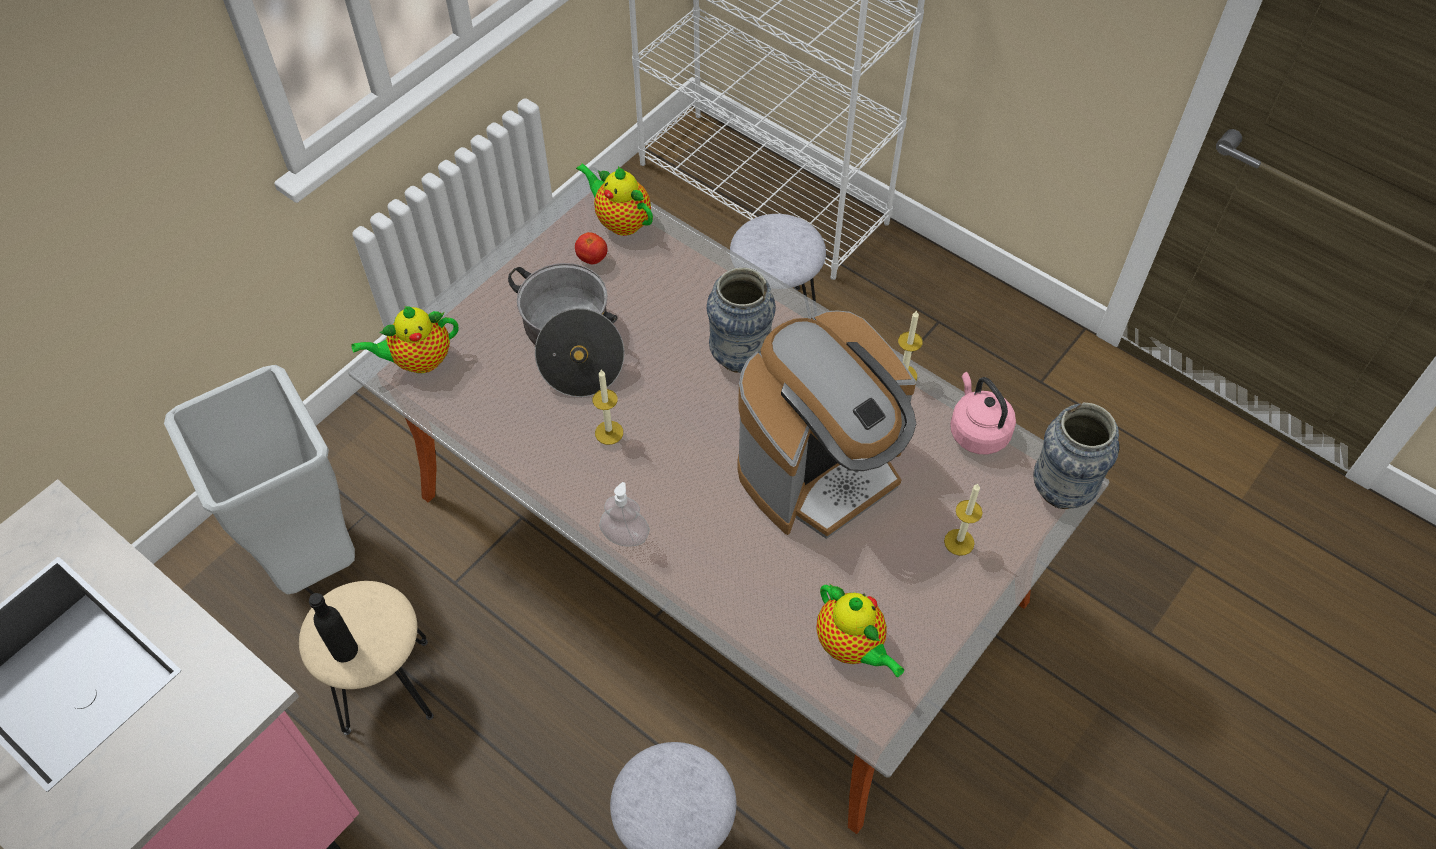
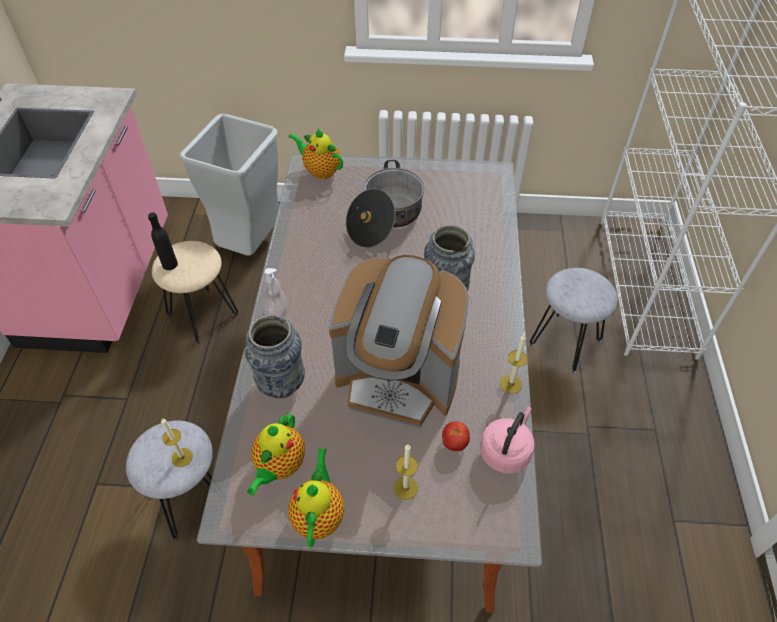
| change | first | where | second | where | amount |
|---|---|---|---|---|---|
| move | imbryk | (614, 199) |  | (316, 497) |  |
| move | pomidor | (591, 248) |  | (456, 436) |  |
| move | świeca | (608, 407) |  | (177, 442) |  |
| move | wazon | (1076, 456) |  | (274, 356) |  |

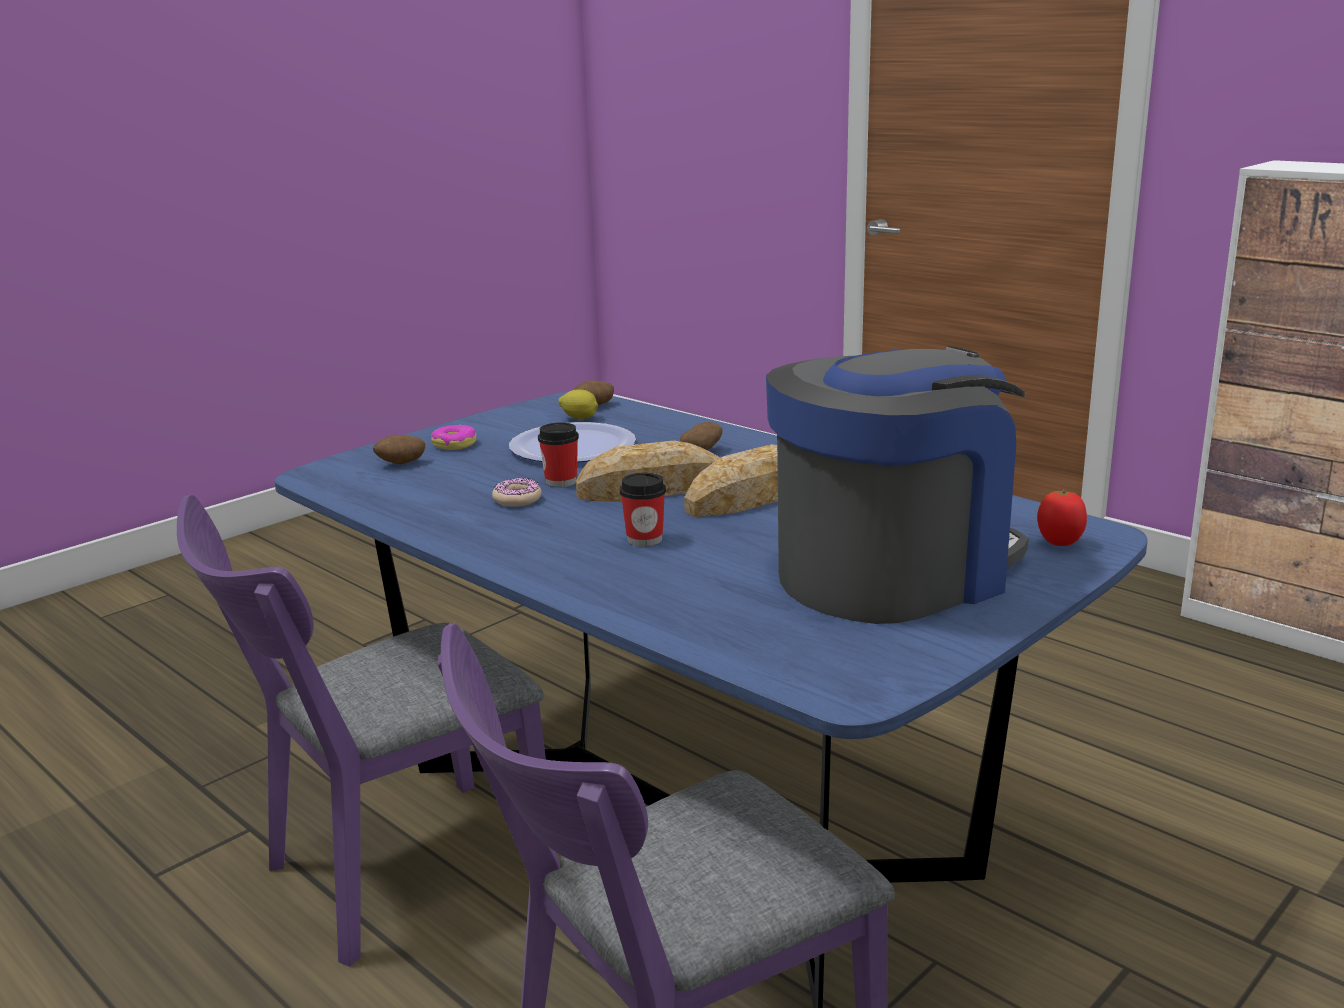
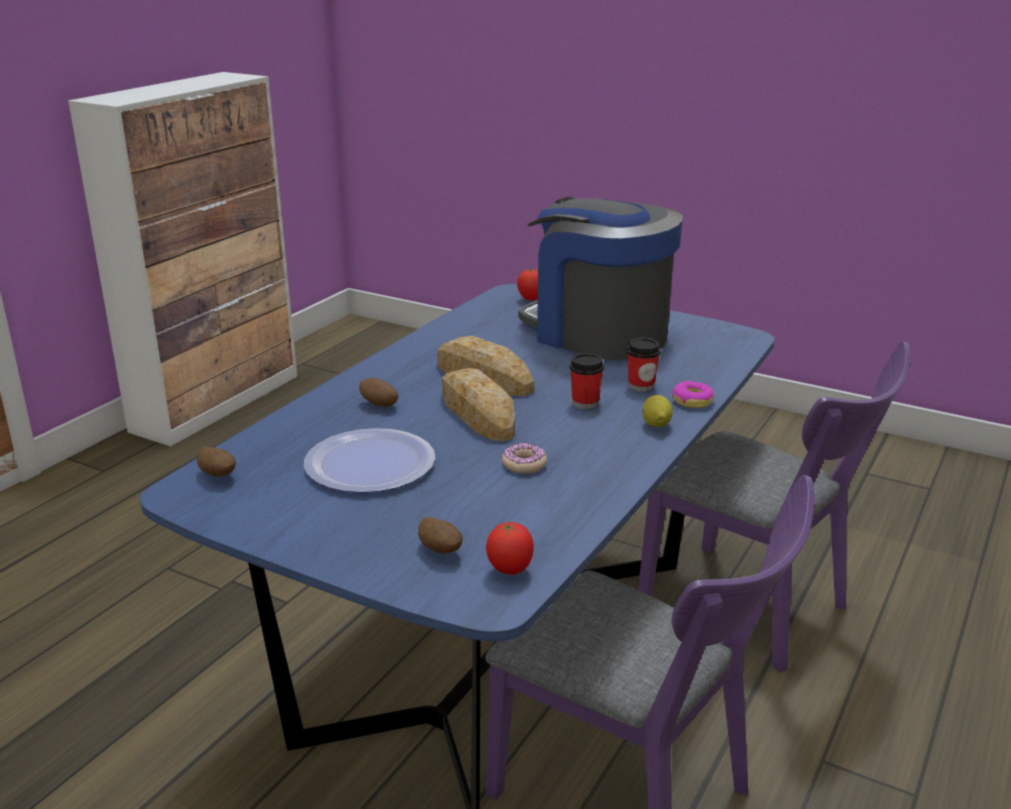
| change | first | where | second | where | amount |
|---|---|---|---|---|---|
| move | cytryna | (578, 404) |  | (657, 411) |  |
| move | filiżanka | (558, 454) |  | (644, 365) |  |
| move | donut | (453, 437) |  | (693, 394) |  |
| insert |  |  | pomidor | (510, 548) |  |

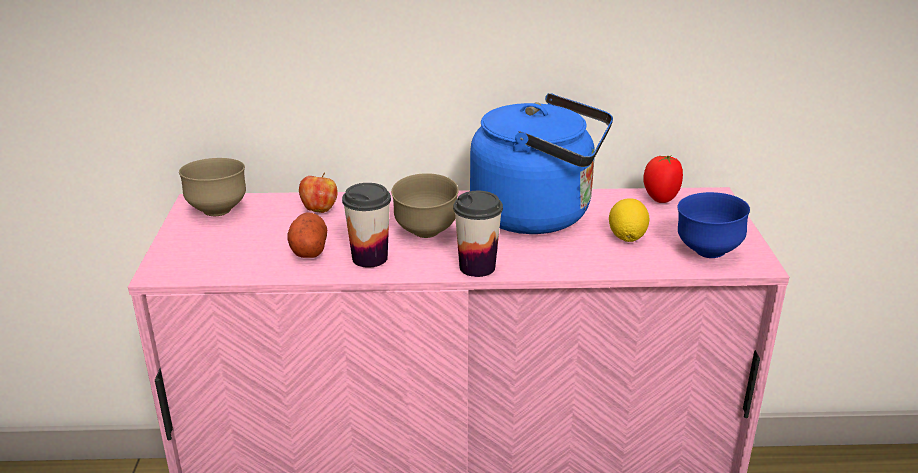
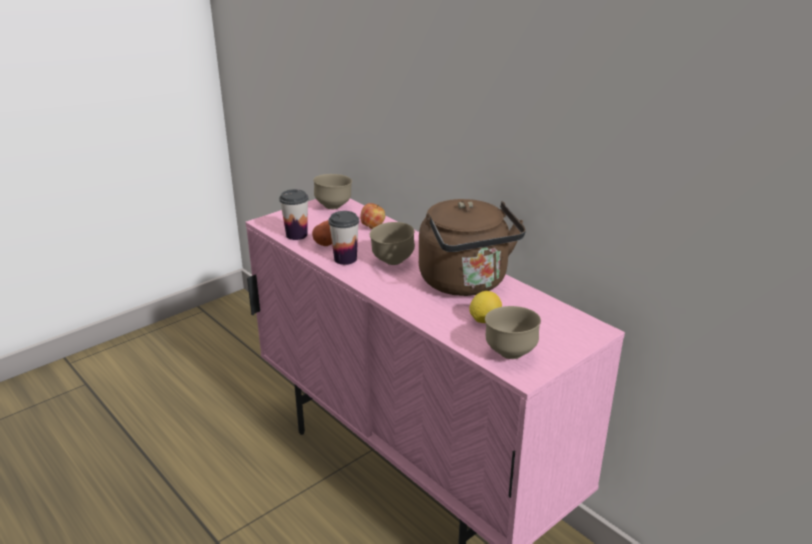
| change | first | where | second | where | amount |
|---|---|---|---|---|---|
| recolor | czajnik (niebieski) | (541, 163) | czajnik (brązowy) | (472, 247) |  |
| delete | pomidor | (663, 179) |  |  |  |
| move | filiżanka | (478, 234) |  | (294, 214) |  |
| recolor | miska (niebieski) | (713, 225) | miska (brązowy) | (513, 332) |  |

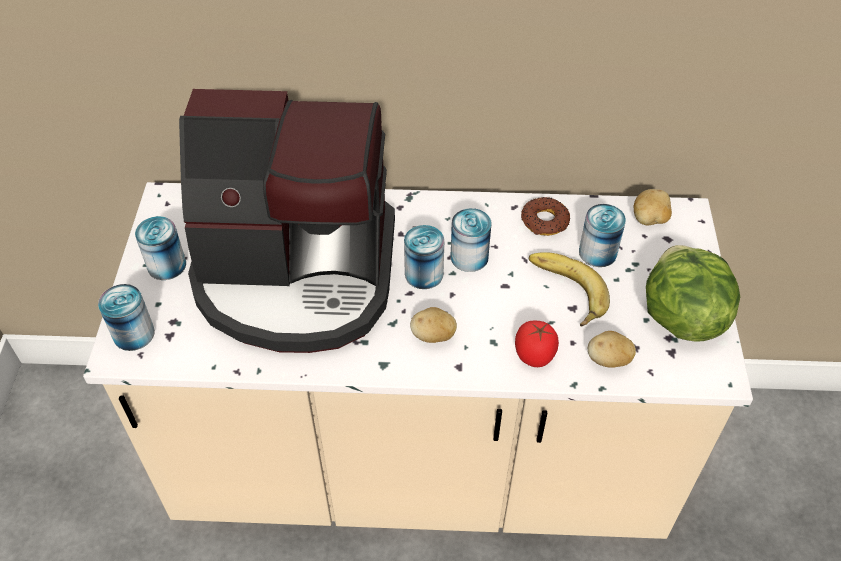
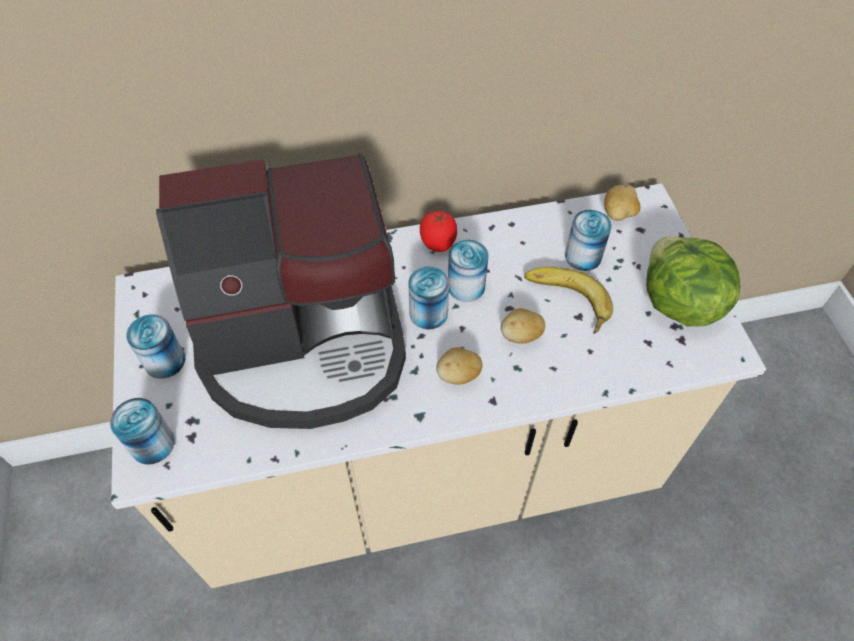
| change | first | where | second | where | amount |
|---|---|---|---|---|---|
| delete | donut | (545, 216) |  |  |  |
| move | pomidor | (537, 344) |  | (438, 231) |  |
| move | ziemniak | (612, 349) |  | (523, 326) |  |

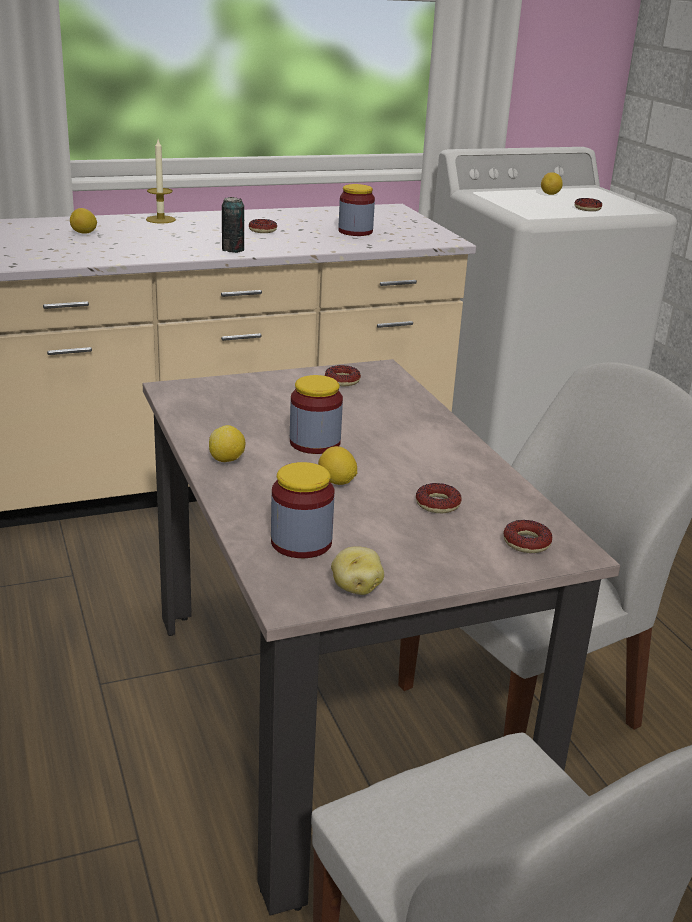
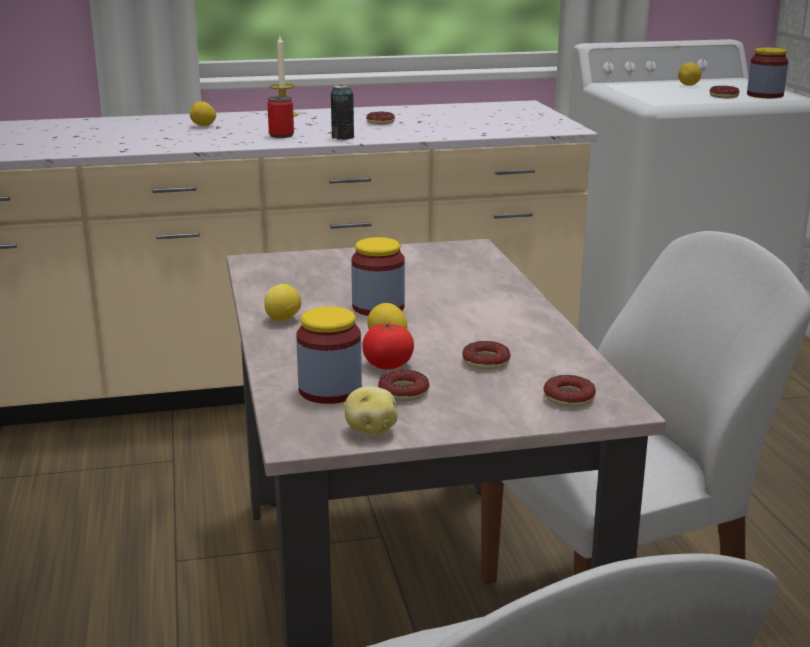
| change | first | where | second | where | amount |
|---|---|---|---|---|---|
| move | słoik | (356, 210) |  | (767, 72) |  |
| move | donut | (343, 375) |  | (403, 386) |  |
| insert |  |  | puszka | (280, 117) |  |
| insert |  |  | pomidor | (388, 346) |  |

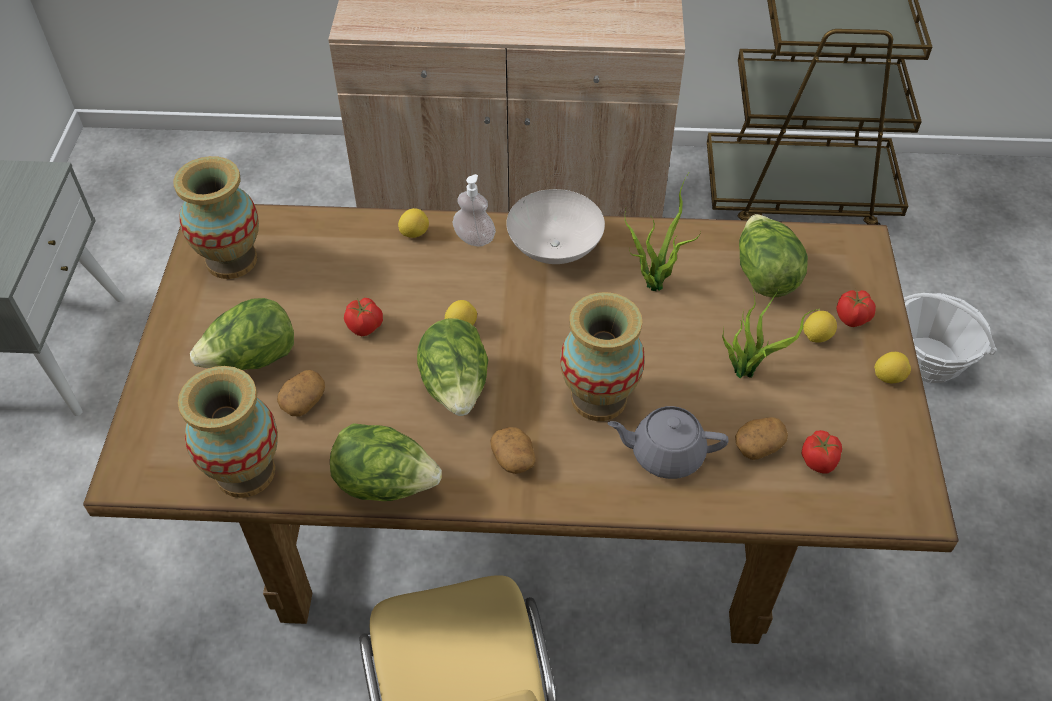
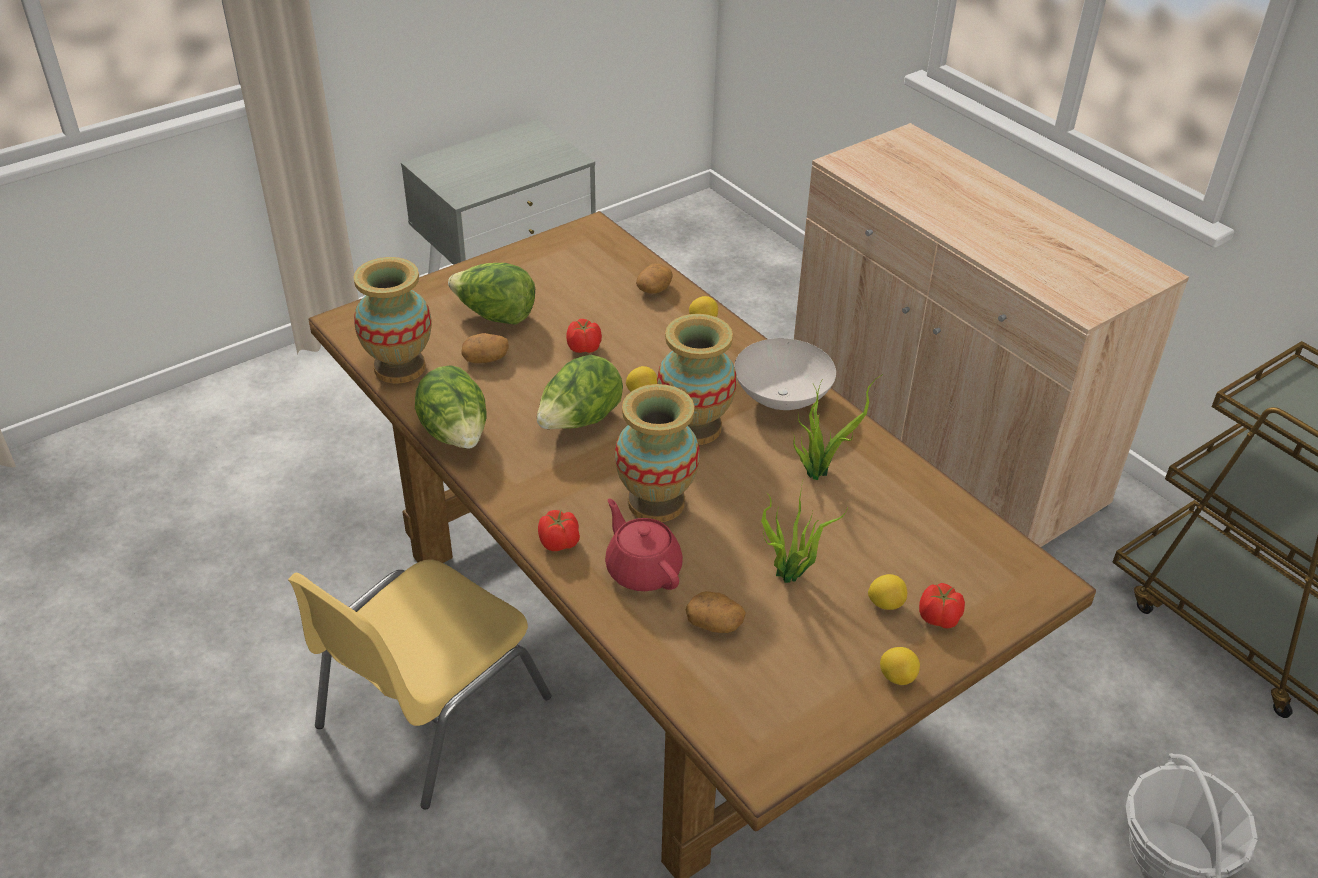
| change | first | where | second | where | amount |
|---|---|---|---|---|---|
| move | wazon | (216, 217) |  | (697, 379) |  |
| delete | dozownik mydła | (474, 210) |  |  |  |
| delete | sałata | (773, 255) |  |  |  |
| recolor | imbryk (szary) | (668, 442) | imbryk (czerwony) | (644, 544) |  |
| move | ziemniak | (512, 450) |  | (654, 279) |  |
| move | pomidor | (822, 451) |  | (559, 530) |  |

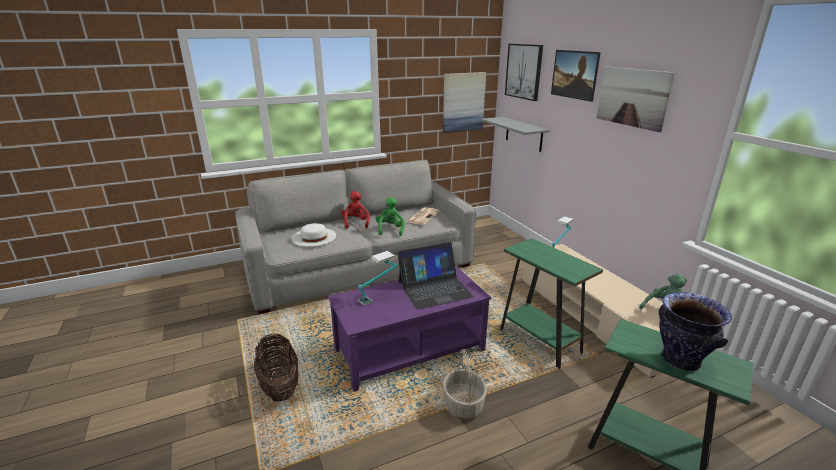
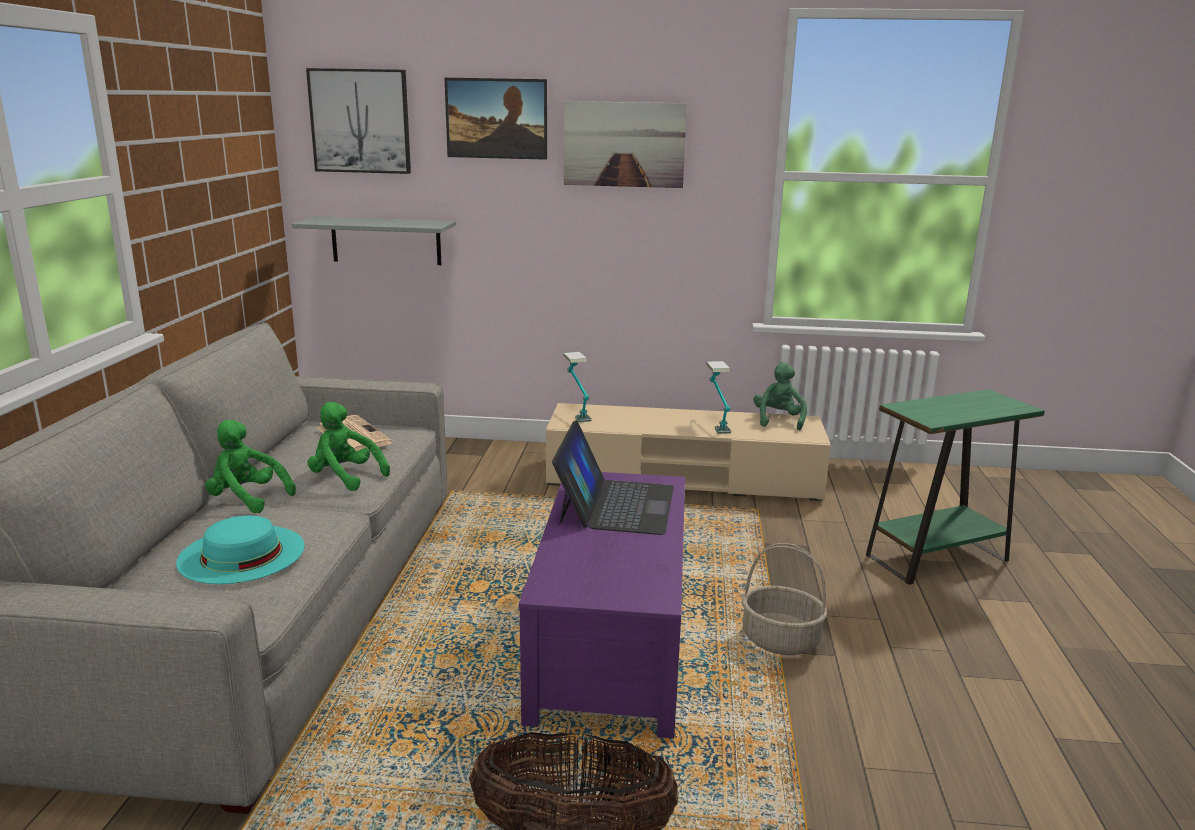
| change | first | where | second | where | amount |
|---|---|---|---|---|---|
| delete | obraz | (464, 102) |  |  |  |
| recolor | pluszak (czerwony) | (355, 210) | pluszak (zielony) | (250, 466) |  |
| recolor | kapelusz (biały) | (313, 235) | kapelusz (turkusowy) | (240, 549) |  |
| delete | stolik (zielony) | (551, 303) |  |  |  |
| move | lampa stołowa | (378, 278) |  | (718, 397) |  |
| delete | wazon | (695, 331) |  |  |  |

